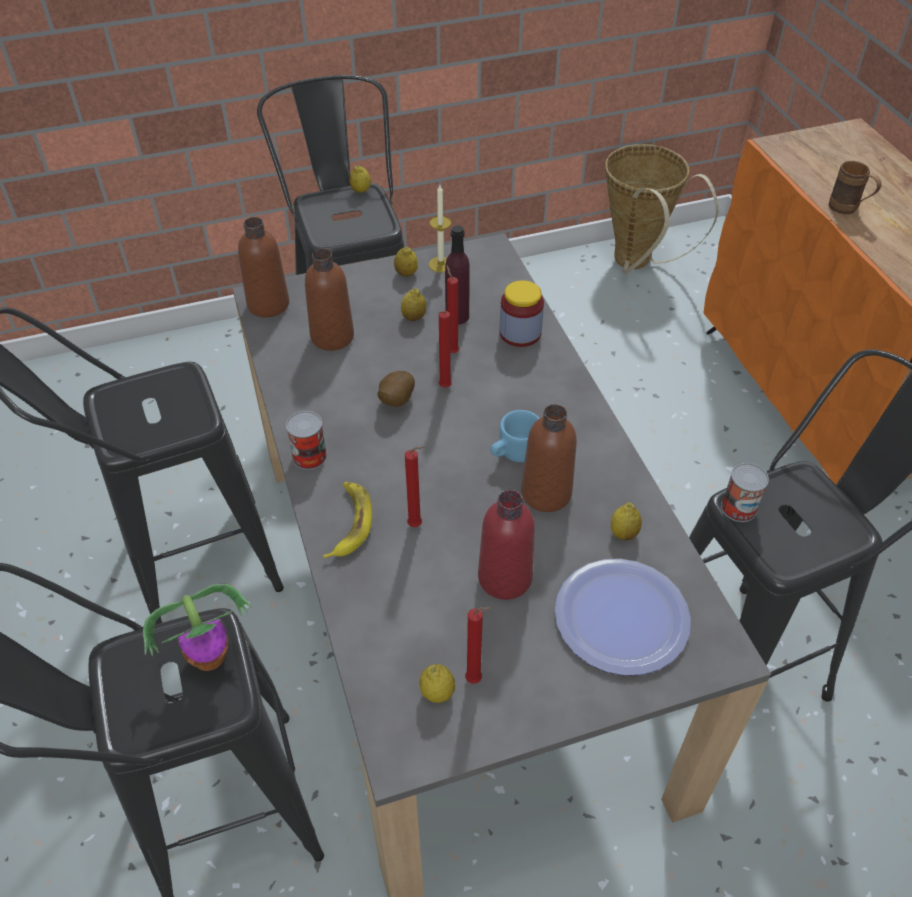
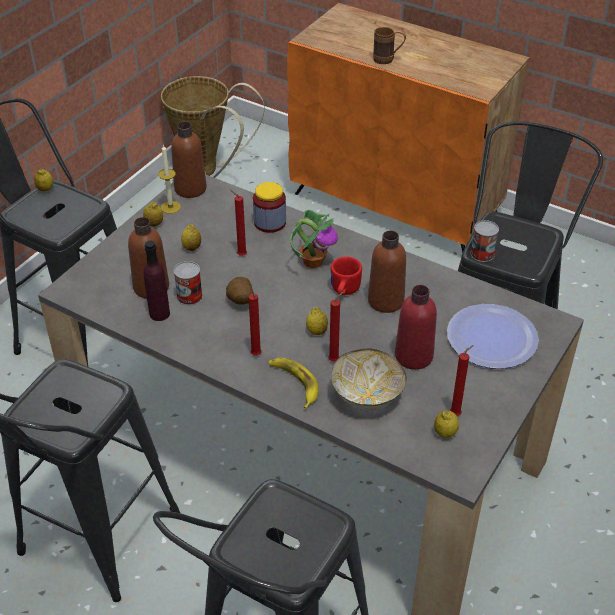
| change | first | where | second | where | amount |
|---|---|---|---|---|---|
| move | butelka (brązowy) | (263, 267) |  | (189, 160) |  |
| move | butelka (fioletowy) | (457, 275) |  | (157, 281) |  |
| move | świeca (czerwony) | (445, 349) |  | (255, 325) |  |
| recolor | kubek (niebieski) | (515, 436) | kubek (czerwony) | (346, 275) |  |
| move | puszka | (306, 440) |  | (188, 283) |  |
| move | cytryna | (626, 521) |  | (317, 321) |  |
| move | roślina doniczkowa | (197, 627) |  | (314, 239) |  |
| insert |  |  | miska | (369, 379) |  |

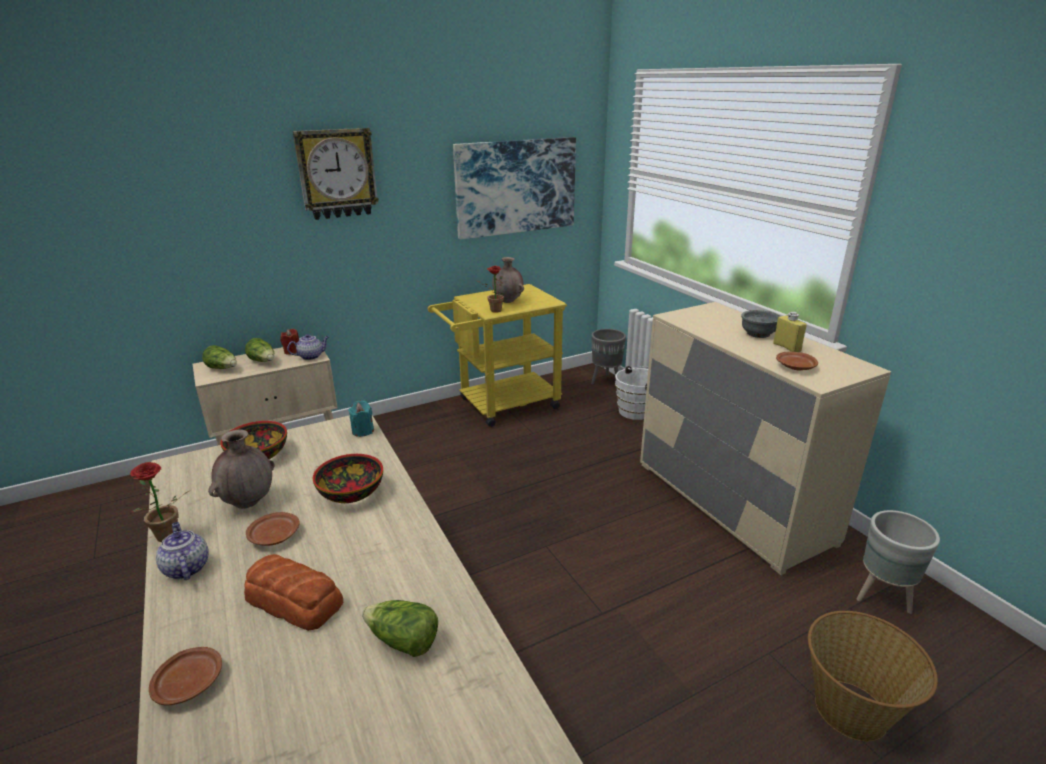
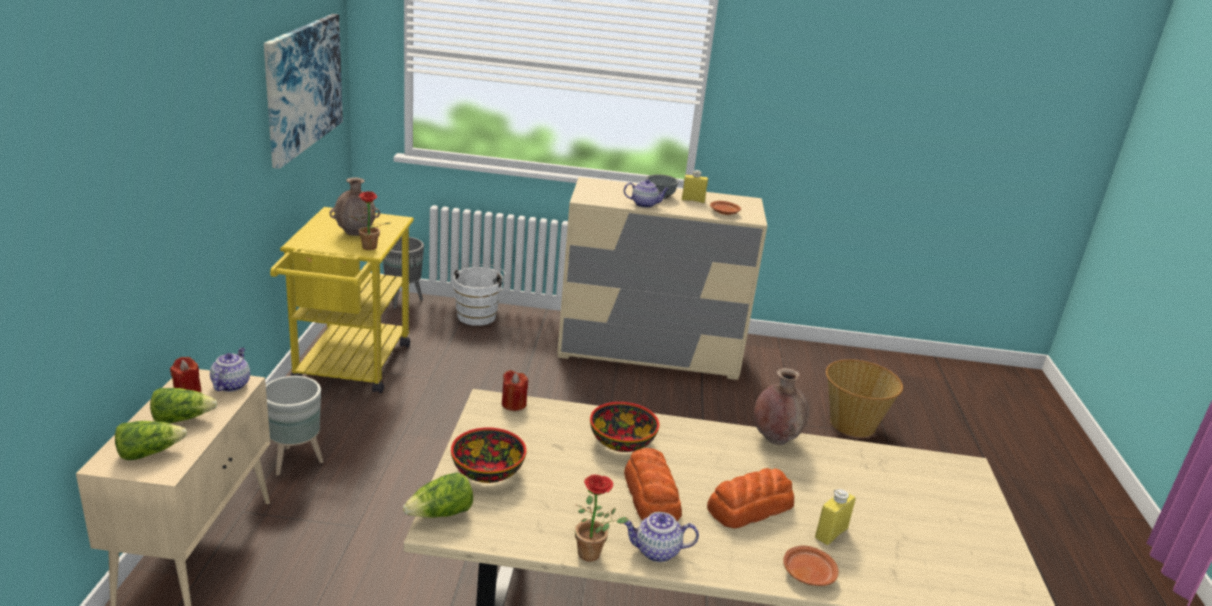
| change | first | where | second | where | amount |
|---|---|---|---|---|---|
| delete | zegar ścienny | (336, 174) |  |  |  |
| recolor | świeca (turkusowy) | (361, 418) | świeca (czerwony) | (515, 390) |  |
| move | wazon (brązowy) | (241, 469) |  | (781, 406) |  |
| move | donica (szary) | (898, 562) |  | (295, 426) |  |
| replace | talerz (brązowy) | (273, 529) | chleb | (653, 484) |  |
| move | sałata | (400, 628) |  | (438, 495) |  |
| insert |  |  | imbryk | (646, 193) |  |
| insert |  |  | butelka (żółty) | (835, 517) |  |

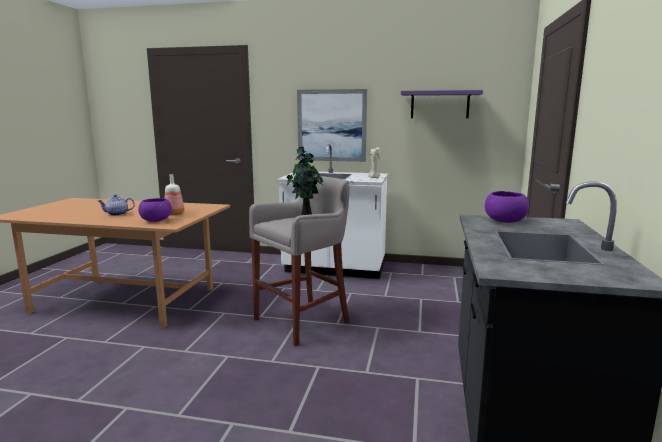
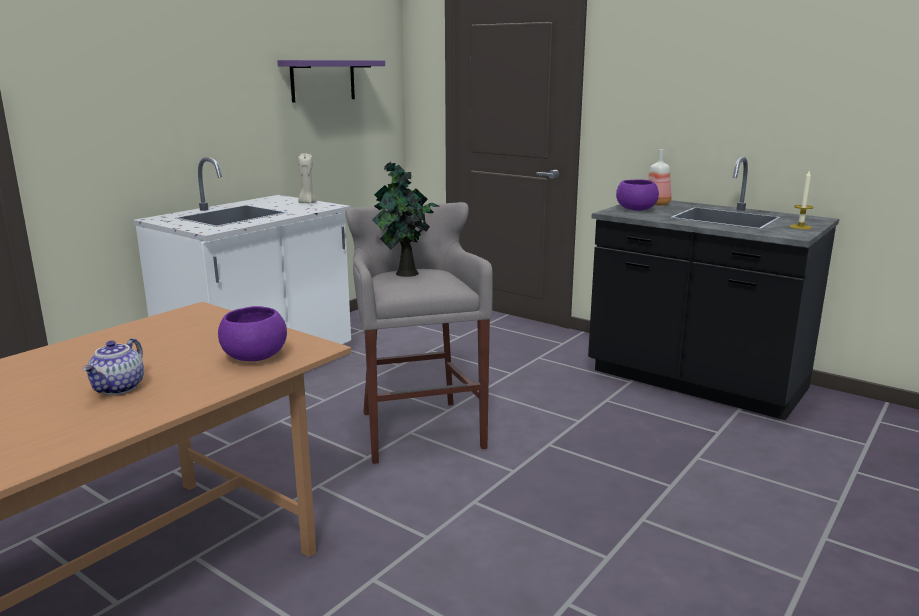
| change | first | where | second | where | amount |
|---|---|---|---|---|---|
| delete | obraz | (332, 125) |  |  |  |
| move | butelka | (175, 194) |  | (660, 177) |  |
| insert |  |  | świeca | (801, 200) |  |

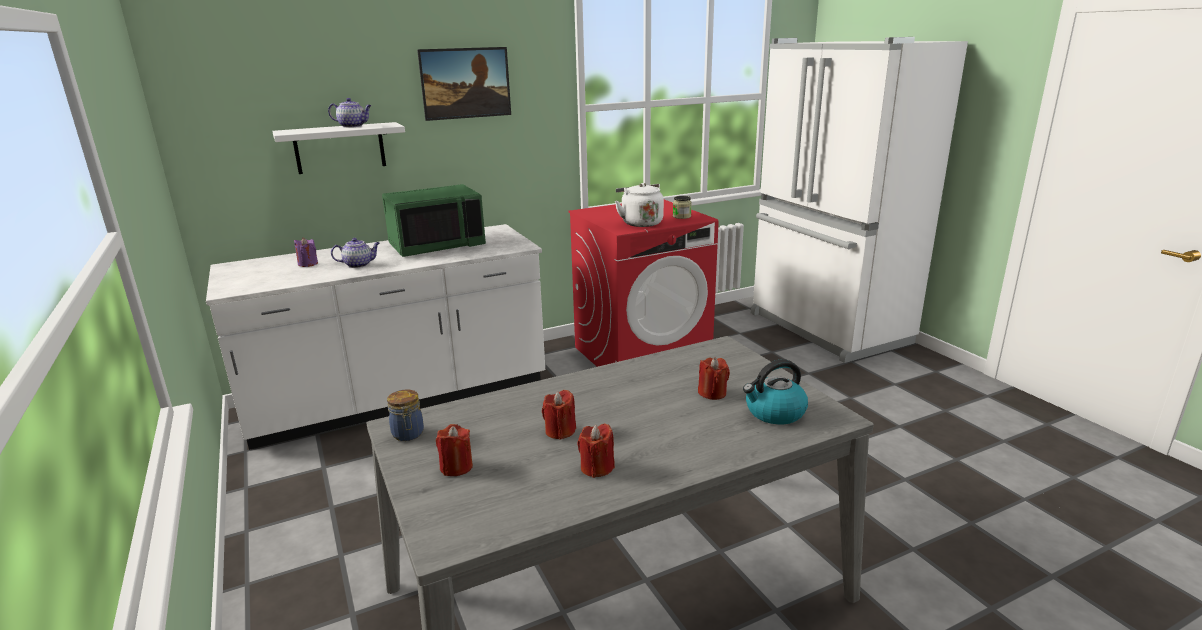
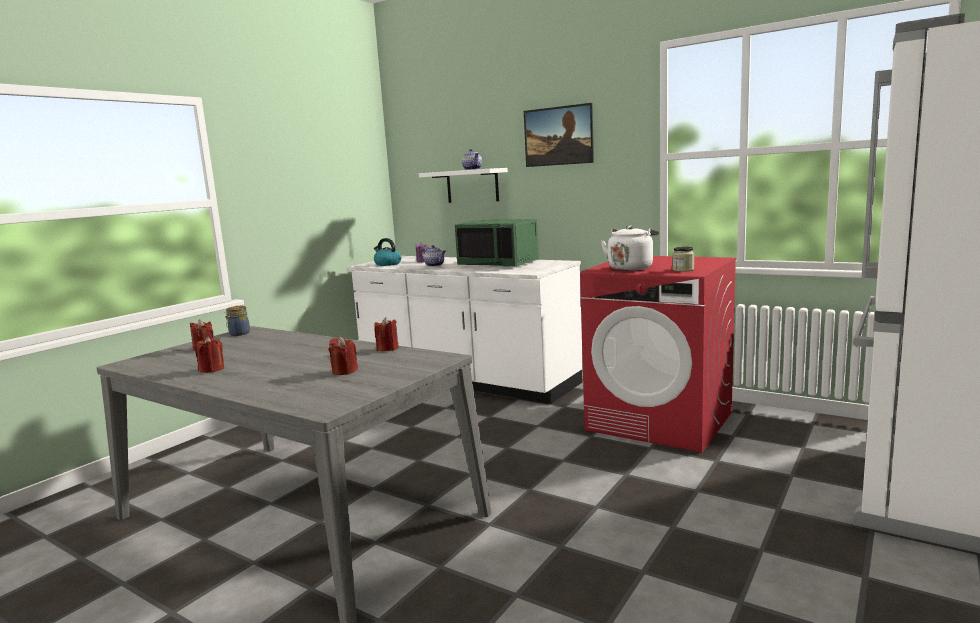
| change | first | where | second | where | amount |
|---|---|---|---|---|---|
| move | czajnik | (775, 391) |  | (387, 252) |  |
| move | świeca (czerwony) | (559, 415) |  | (386, 334) |  |

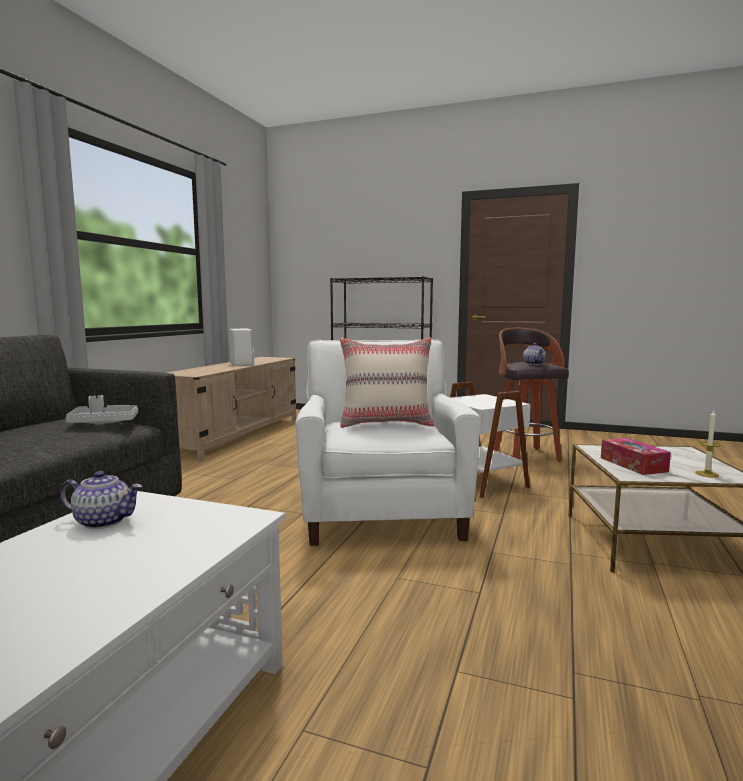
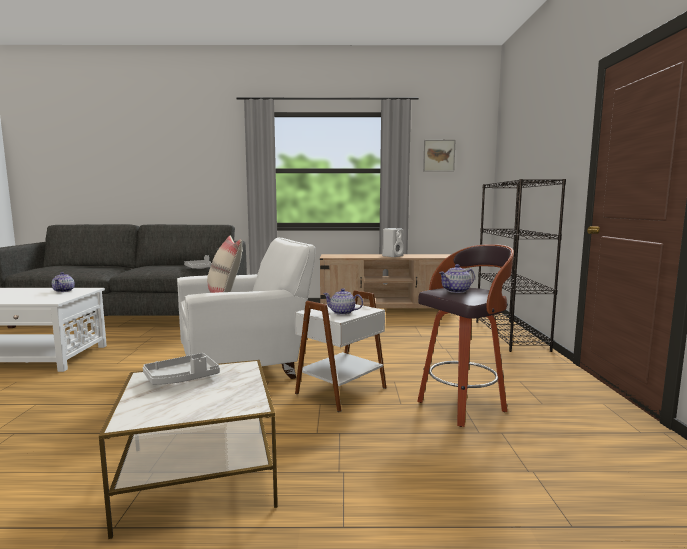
| change | first | where | second | where | amount |
|---|---|---|---|---|---|
| delete | świeca | (707, 444) |  |  |  |
| replace | pudełko chusteczek | (636, 456) | taca (szary) | (181, 369) |  |
| insert |  |  | obraz | (439, 156) |  |
| insert |  |  | imbryk | (343, 301) |  |

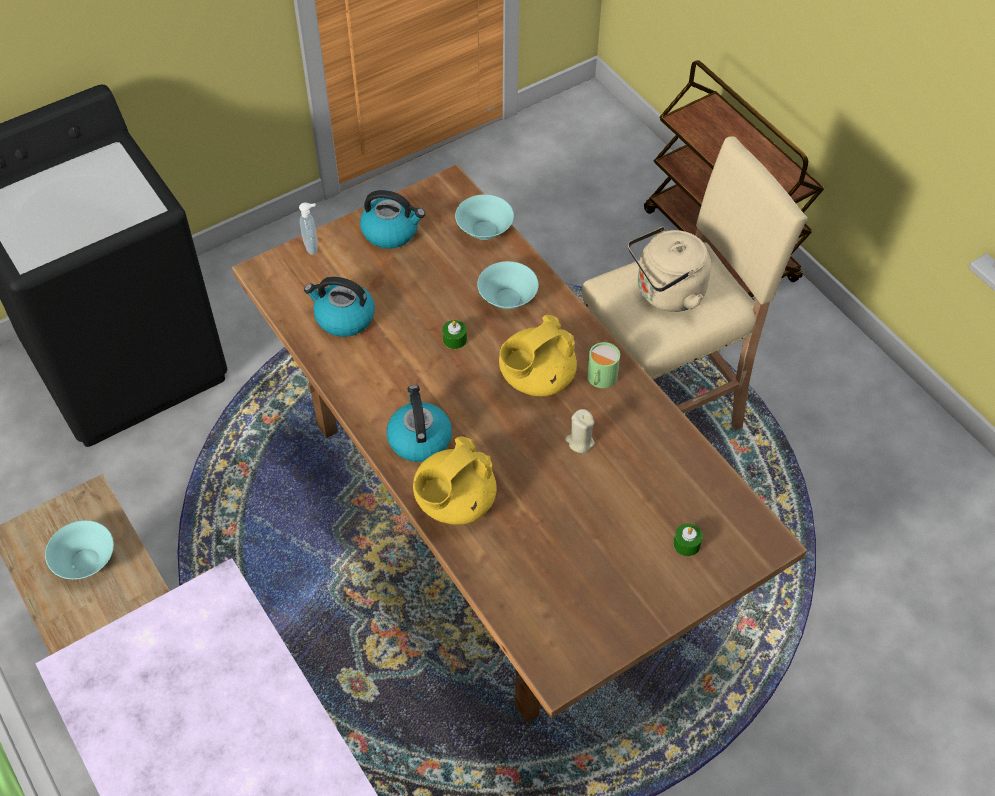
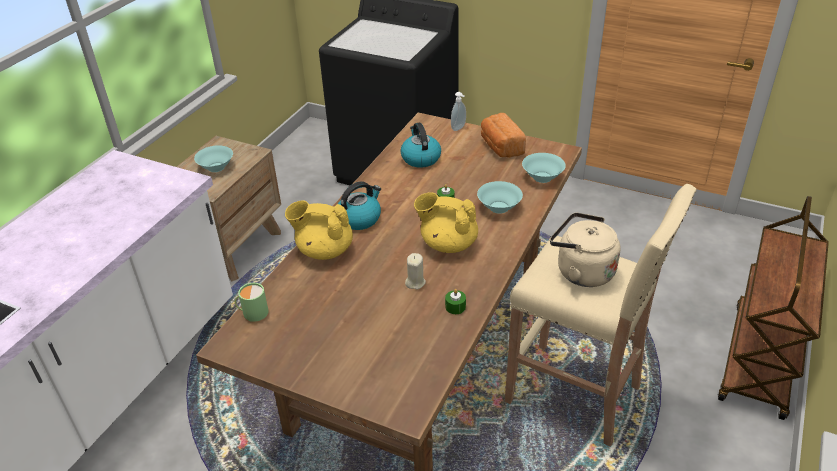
| change | first | where | second | where | amount |
|---|---|---|---|---|---|
| replace | czajnik | (392, 219) | chleb | (503, 135) |  |
| move | kubek (zielony) | (603, 365) |  | (252, 302) |  |
| move | świeca (zielony) | (688, 539) |  | (455, 301) |  |

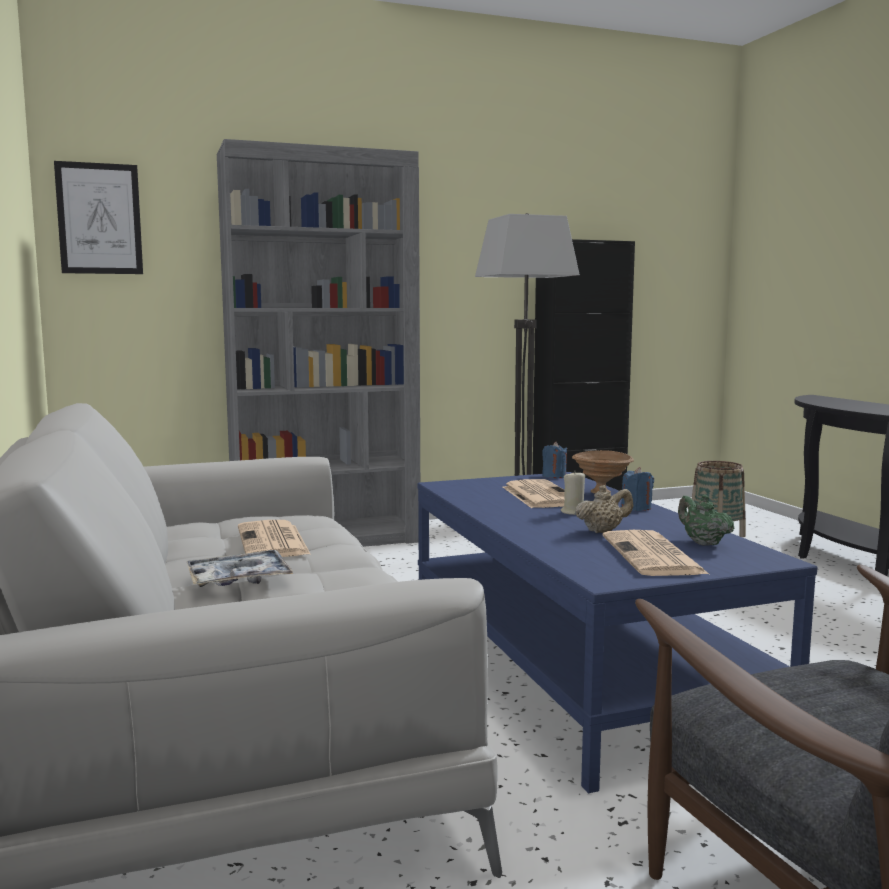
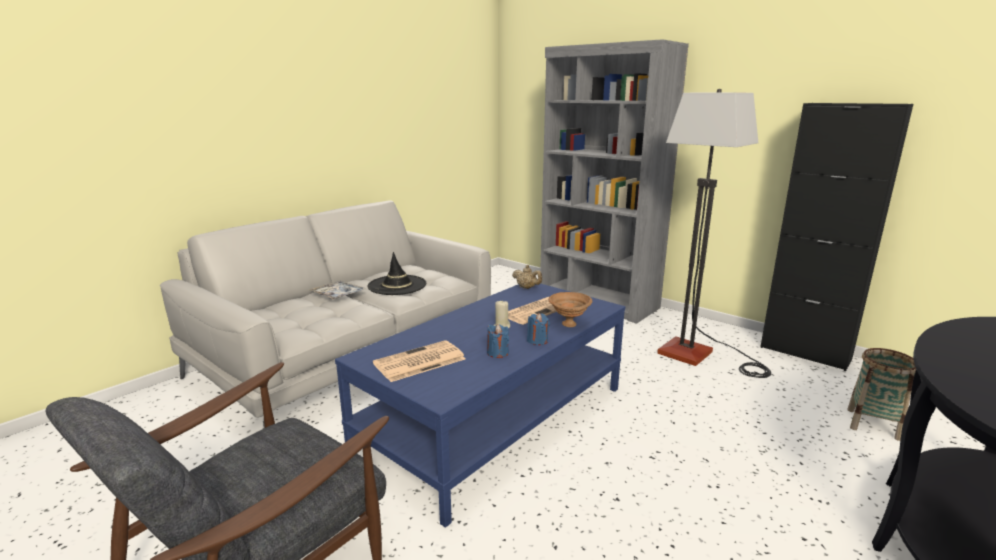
| change | first | where | second | where | amount |
|---|---|---|---|---|---|
| delete | obraz | (98, 217) |  |  |  |
| move | świeca (niebieski) | (555, 460) |  | (498, 341) |  |
| move | imbryk (beżowy) | (604, 509) |  | (527, 277) |  |
| delete | imbryk (zielony) | (706, 520) |  |  |  |
| replace | gazeta | (274, 538) | kapelusz (czarny) | (396, 273) |  |

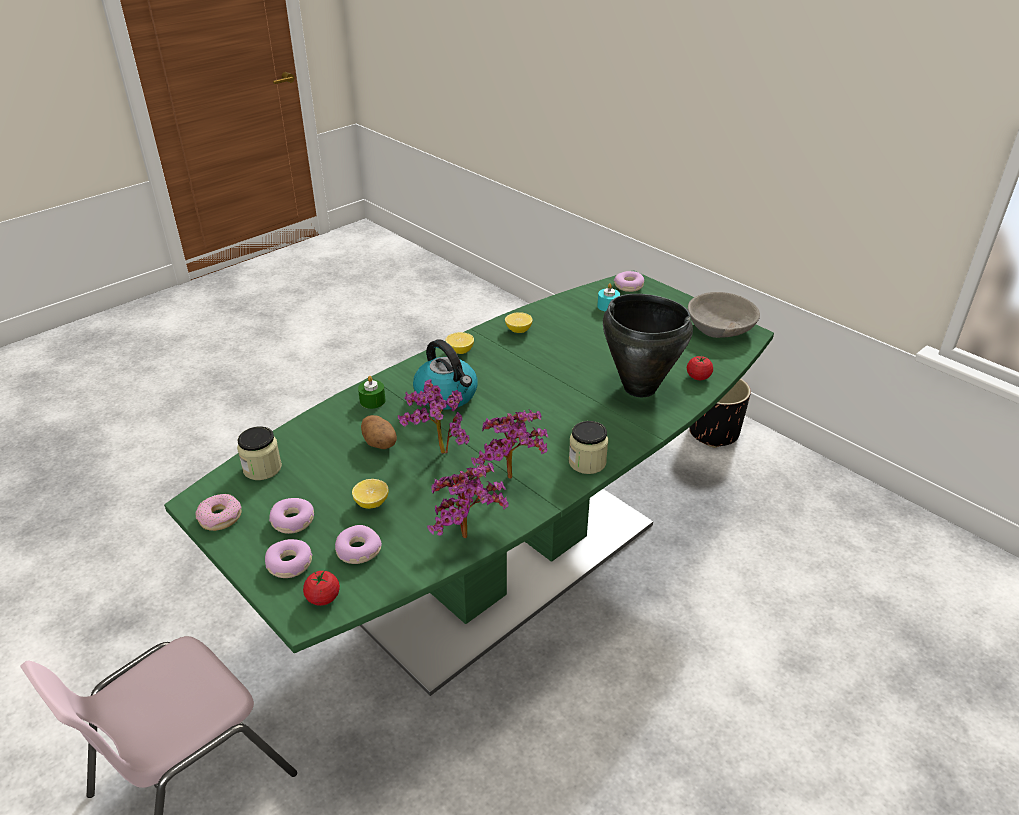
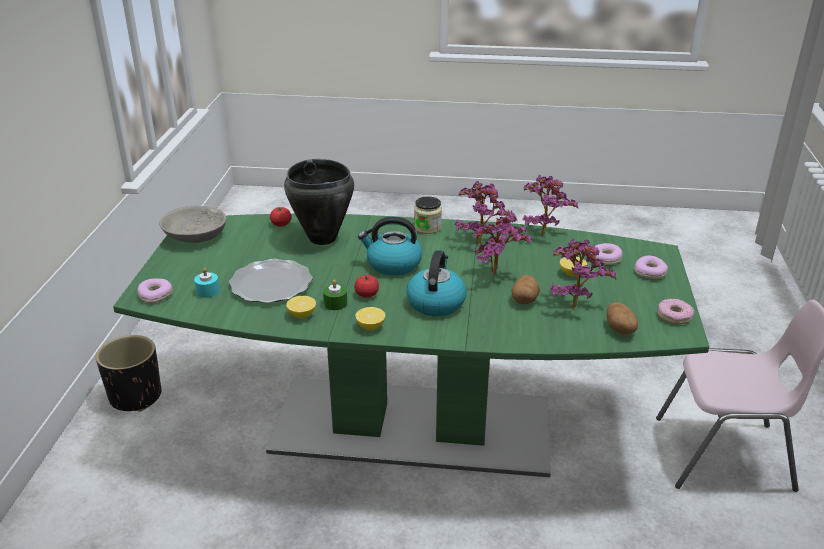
| change | first | where | second | where | amount |
|---|---|---|---|---|---|
| move | świeca (zielony) | (372, 392) |  | (335, 295) |  |
| replace | słoik | (259, 453) | ziemniak | (622, 318) |  |
| delete | donut | (291, 516) |  |  |  |
| move | pomidor | (321, 588) |  | (366, 286) |  |
| insert |  |  | czajnik | (390, 246) |  |
| insert |  |  | roślina doniczkowa | (583, 274) |  |
| insert |  |  | talerz | (270, 281) |  |

